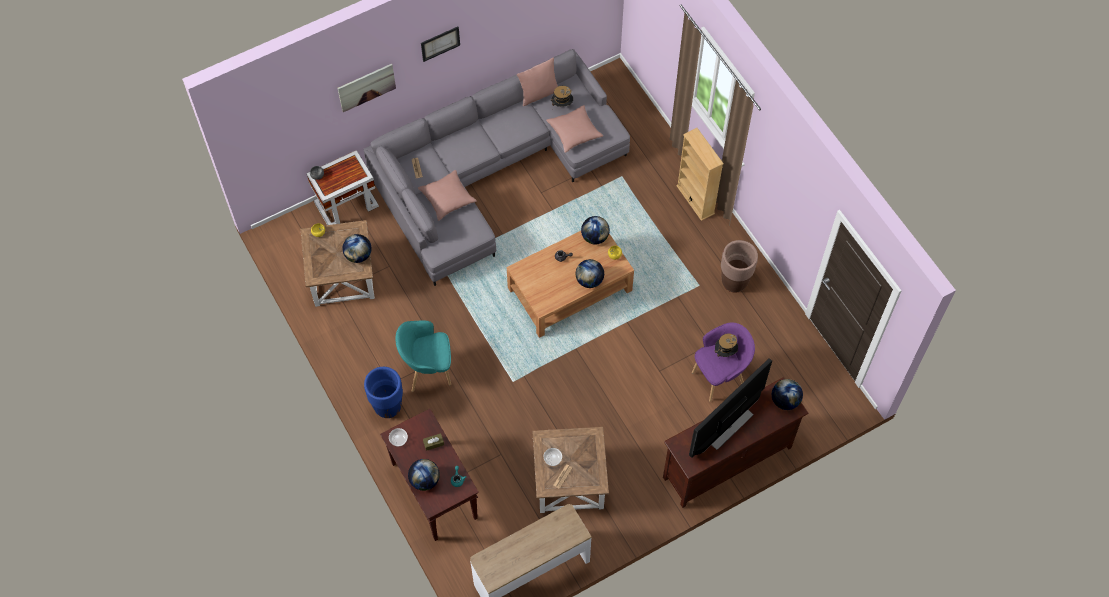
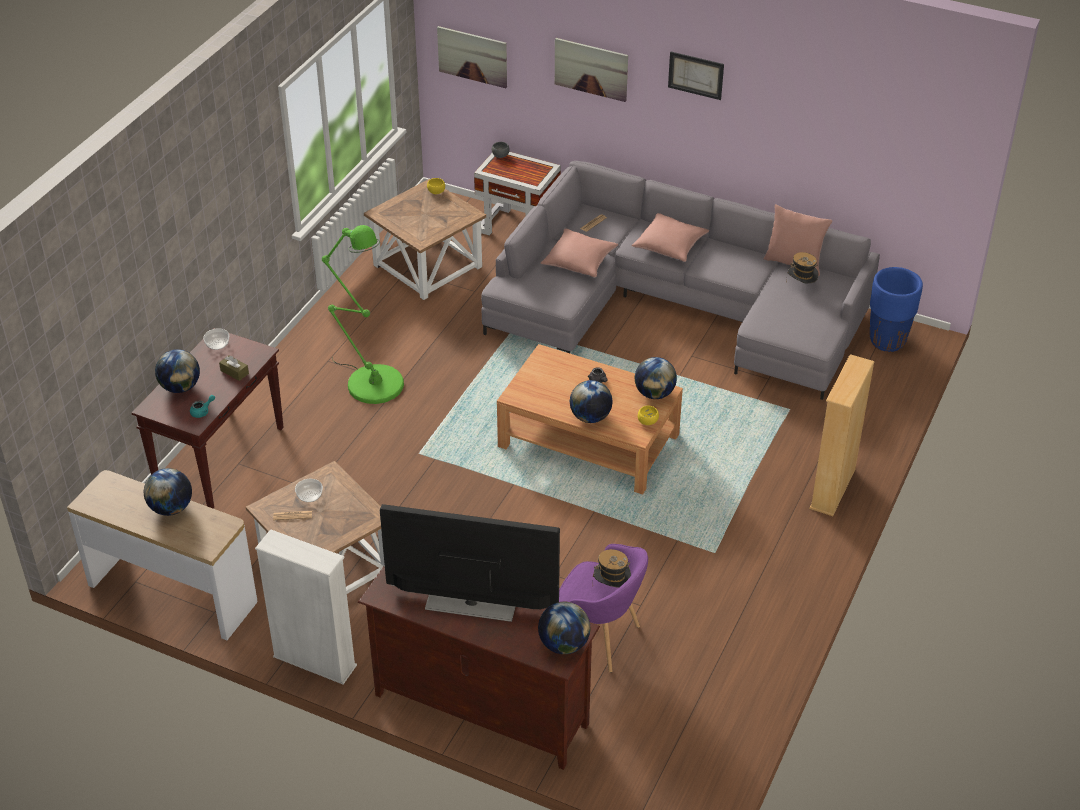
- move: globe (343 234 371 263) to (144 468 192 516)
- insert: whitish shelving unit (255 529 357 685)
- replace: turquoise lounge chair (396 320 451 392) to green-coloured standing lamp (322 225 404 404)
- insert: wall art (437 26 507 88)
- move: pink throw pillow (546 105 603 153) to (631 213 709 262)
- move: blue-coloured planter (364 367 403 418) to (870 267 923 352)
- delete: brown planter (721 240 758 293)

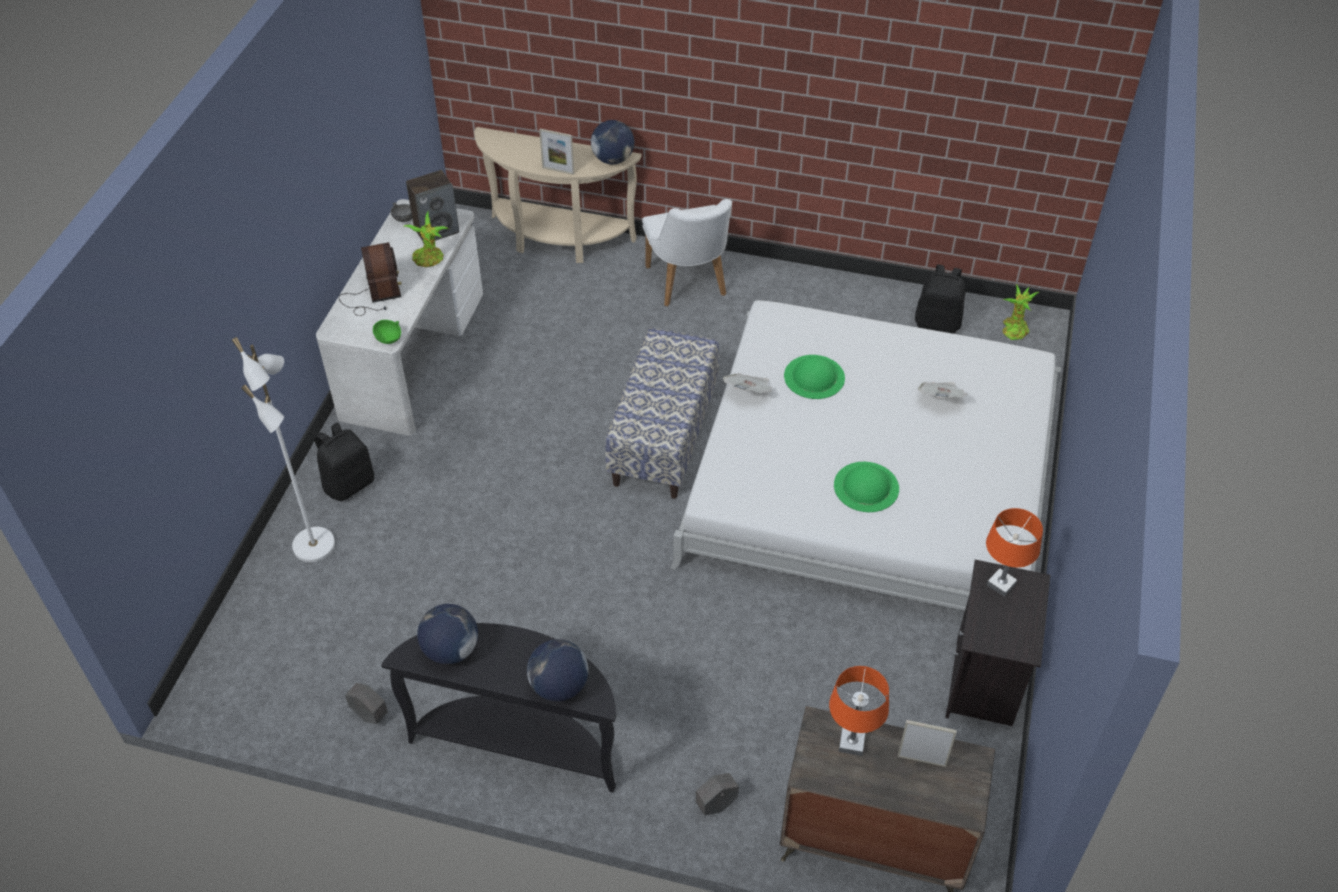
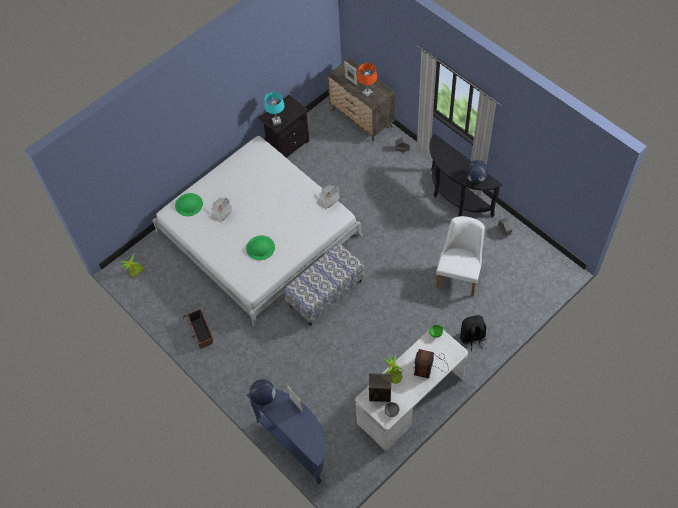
- move: green-coloured clothing hat (834 462 899 512) to (175 193 203 216)
- insert: planter (183 309 213 349)
- recolor: beige console table (474 127 641 263) to blue-coloured console table (247 389 326 485)
- recolor: orangey lamp for a table (986 508 1043 597) to turquoise lamp for a table (265 92 284 126)
- move: printed paper (723 373 772 393) to (316 185 339 209)
- move: whitish plain chair (642 199 732 307) to (436 216 485 296)
- delete: whitish standing lamp (232 337 335 562)
- delete: globe (527 639 588 701)
- delete: blackish backpack (915 264 966 334)

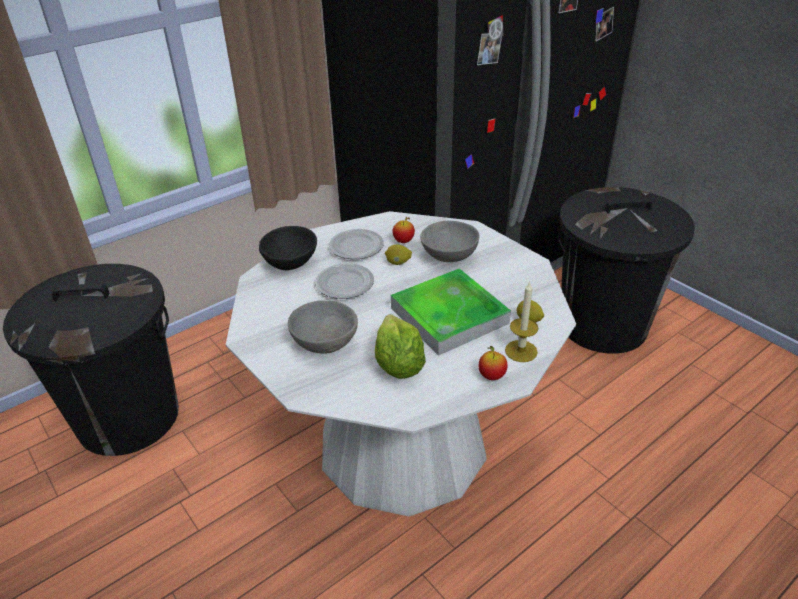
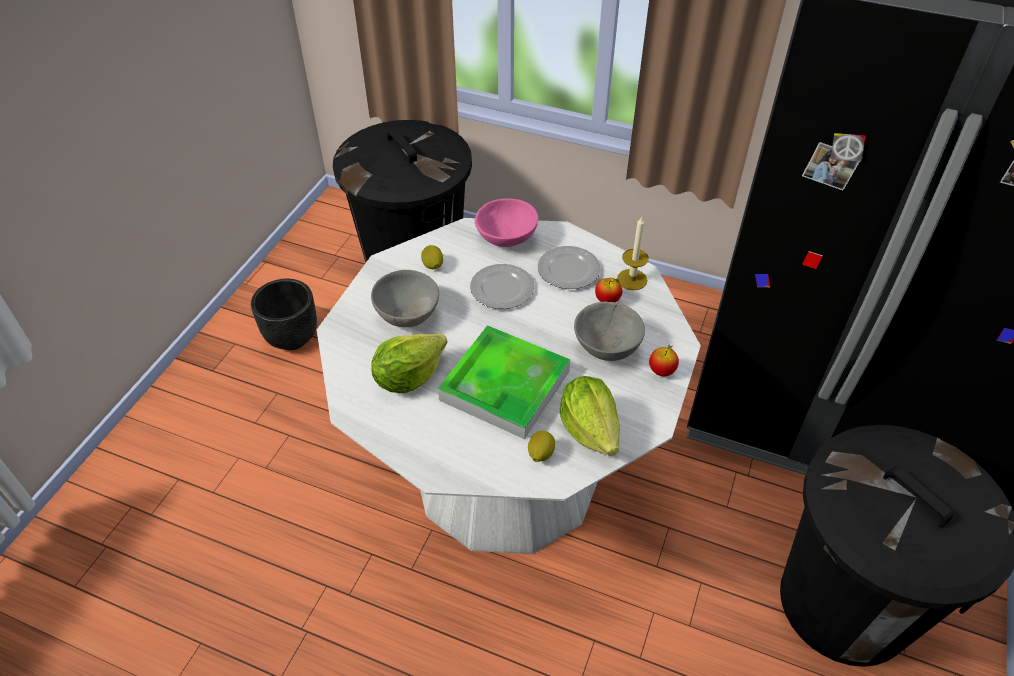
- insert: blackish planter (251 279 317 350)
- move: whole lemon (385 245 412 265) to (421 245 443 269)
- recolor: blackish bowl (259 226 317 270) to pink bowl (475 199 539 247)
- insert: lettuce head (559 376 620 456)
- move: wax candle (505 281 539 362) to (617 217 649 290)
- move: apple (479 346 508 380) to (649 345 679 376)

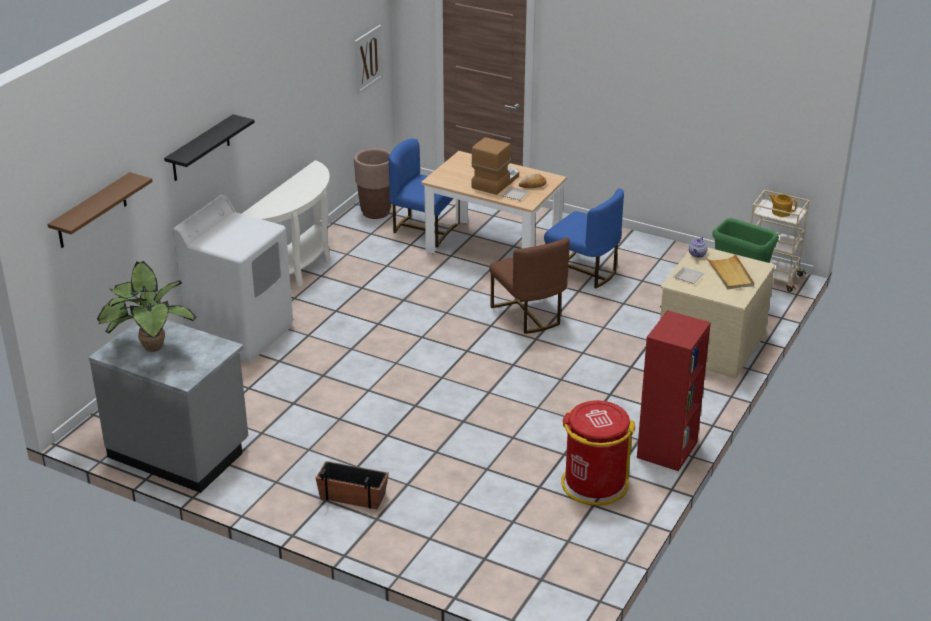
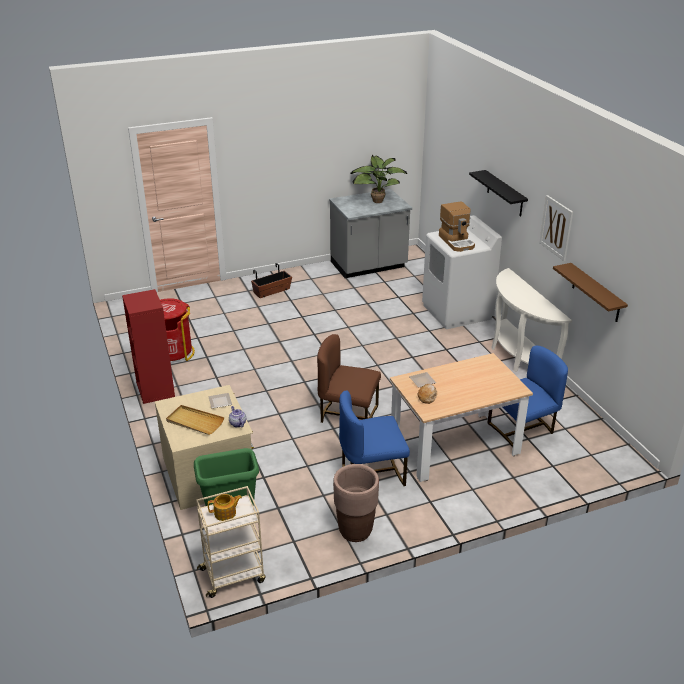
- move: brown planter (354 148 391 219) to (333 464 379 542)
- move: coffee machine (471 137 519 195) to (439 201 475 252)
- move: wall art (354 25 383 95) to (539 195 573 261)
- move: brown wall shelf (47 172 153 248) to (553 263 628 322)

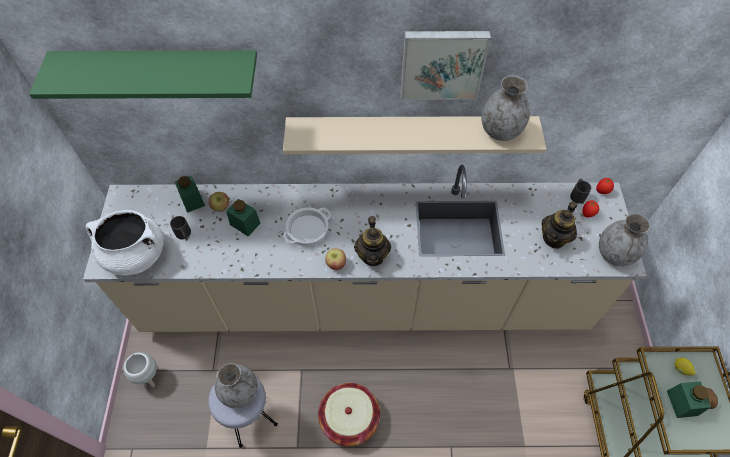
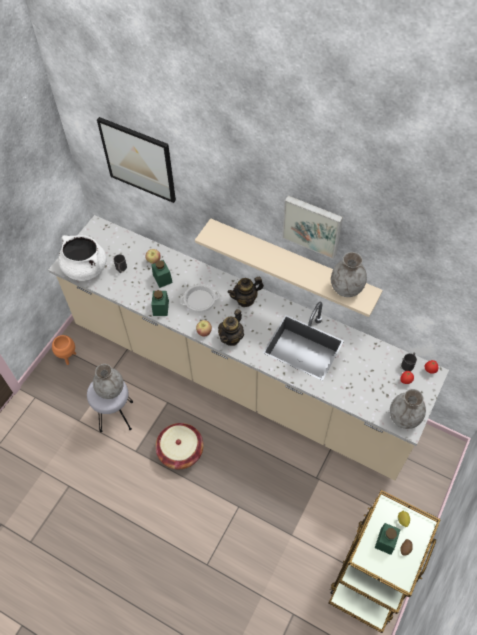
- recolor: whitish planter (123 352 157 387) to orangey planter (52 335 76 365)
- replace: green-coloured wall shelf (29 51 257 99) to wall art (97 117 176 203)
- move: green-coloured storage jar (175 176 205 213) to (151 290 169 316)
- move: tea pot (542 201 577 249) to (227 277 264 307)

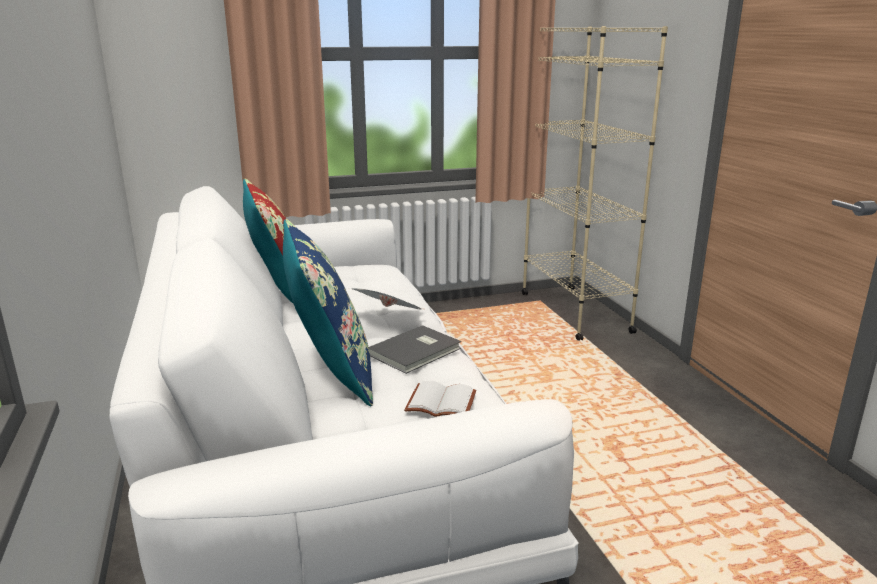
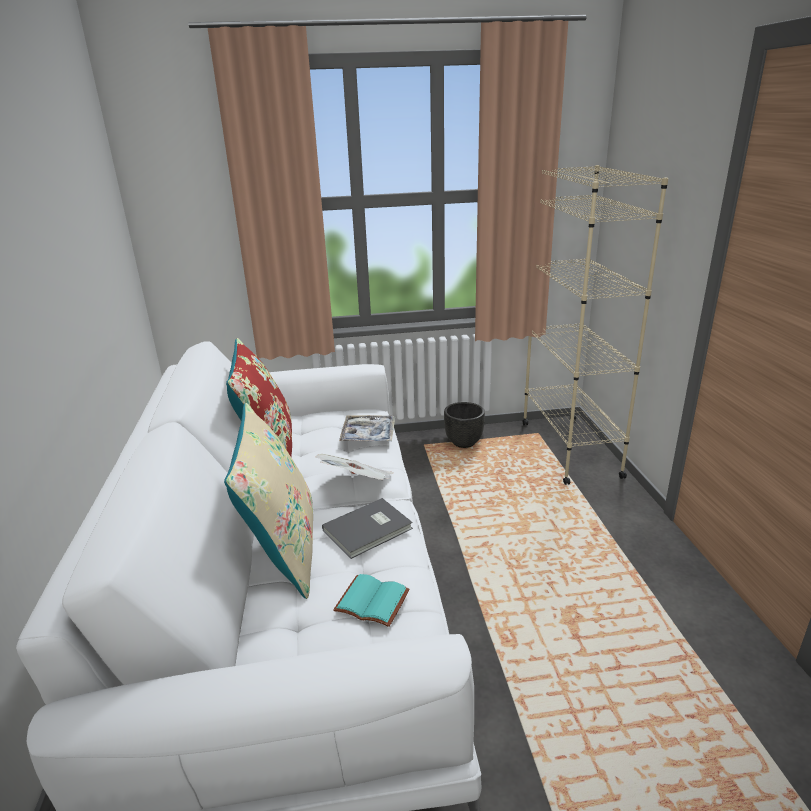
- recolor: blue-coloured throw pillow (283 219 373 406) to beige throw pillow (224 403 313 599)
- recolor: whitish volume (404 381 476 417) to turquoise volume (333 574 410 627)
- insert: tray (339 415 395 441)
- insert: blackish planter (444 402 485 448)

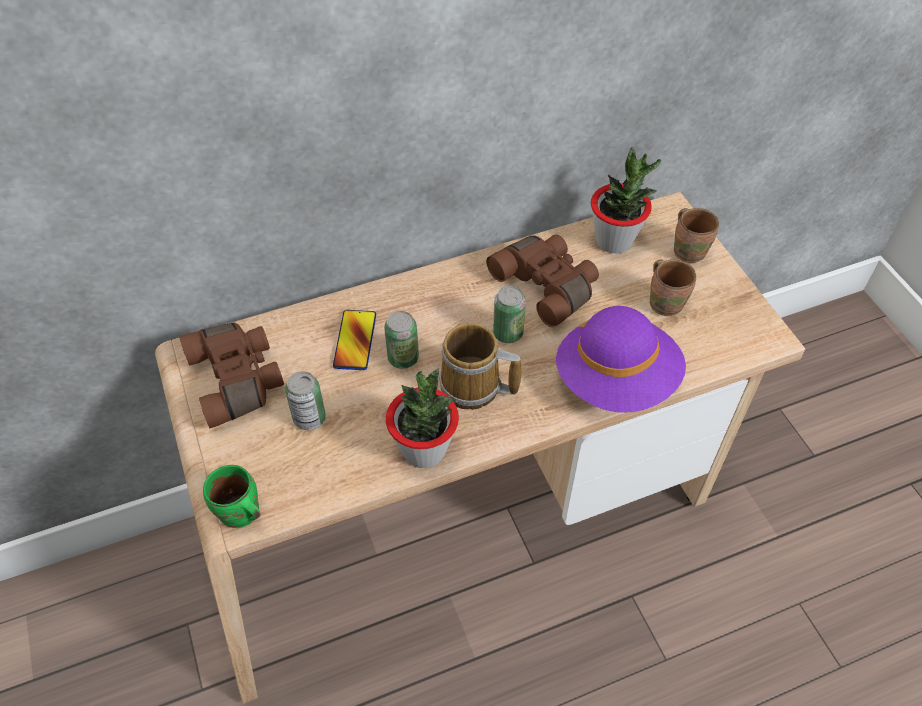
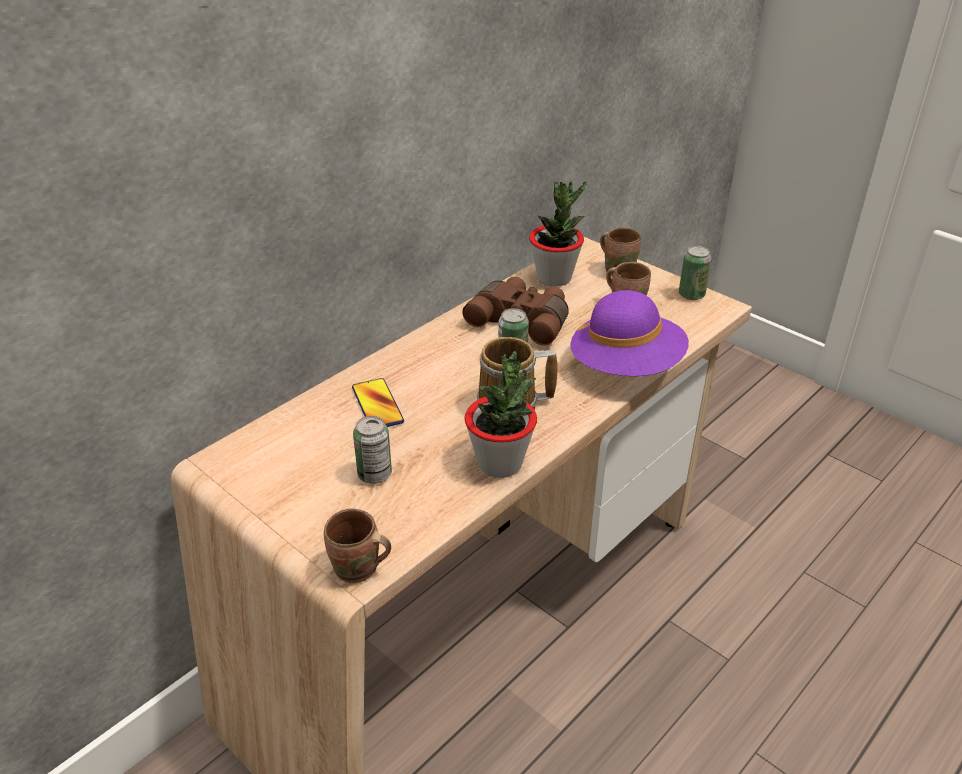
- recolor: green-coloured mug (203 465 261 528) to brown mug (324 508 391 583)
- move: sealed can (384 311 419 369) to (679 245 712 300)
- delete: brown binoculars (179 323 284 428)

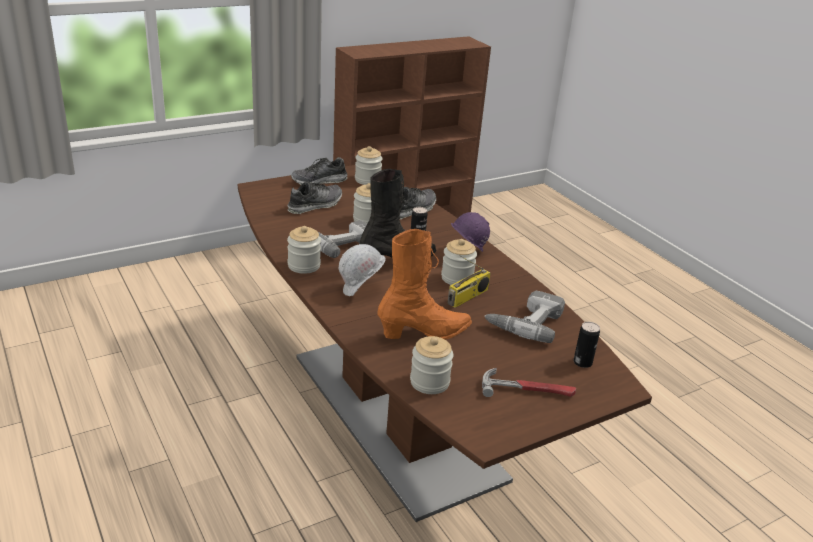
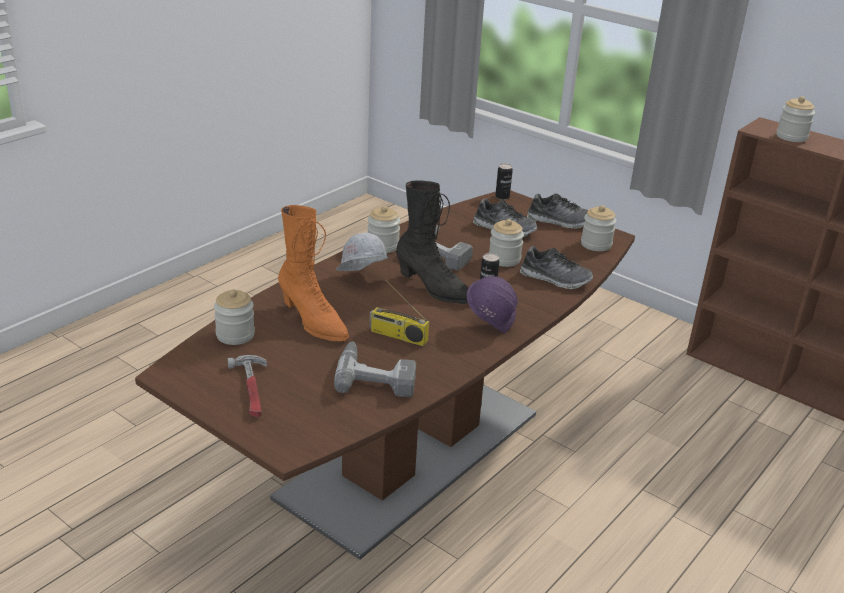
- move: sealed can (573 322 600 368) to (495 164 513 200)
- rotate: item of footwear (291 157 347 185) = (527 193 588 229) 150 degrees clockwise
- move: storage jar (441 239 477 285) to (777 96 815 142)

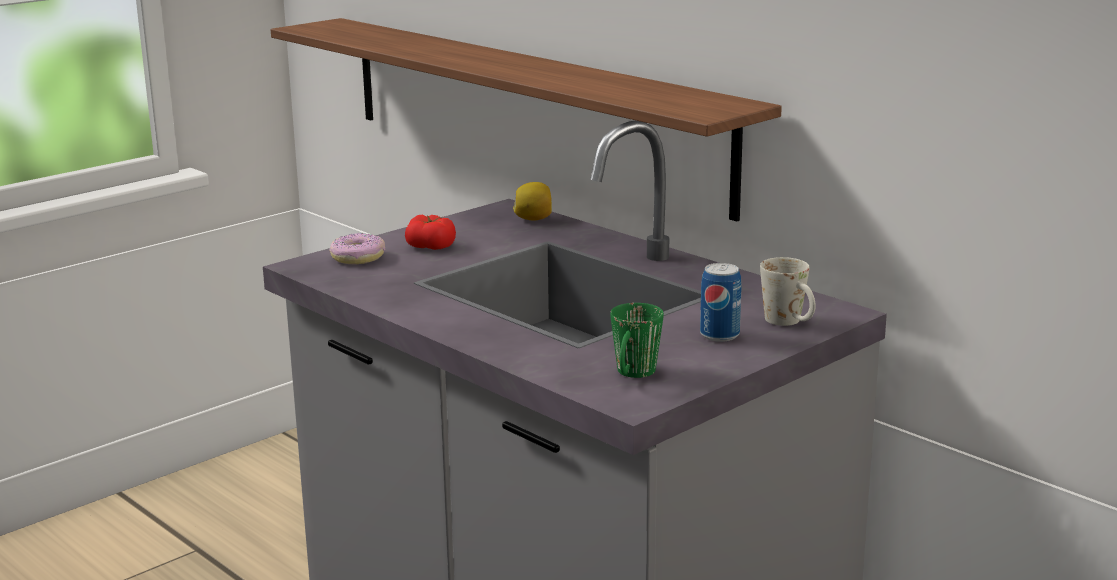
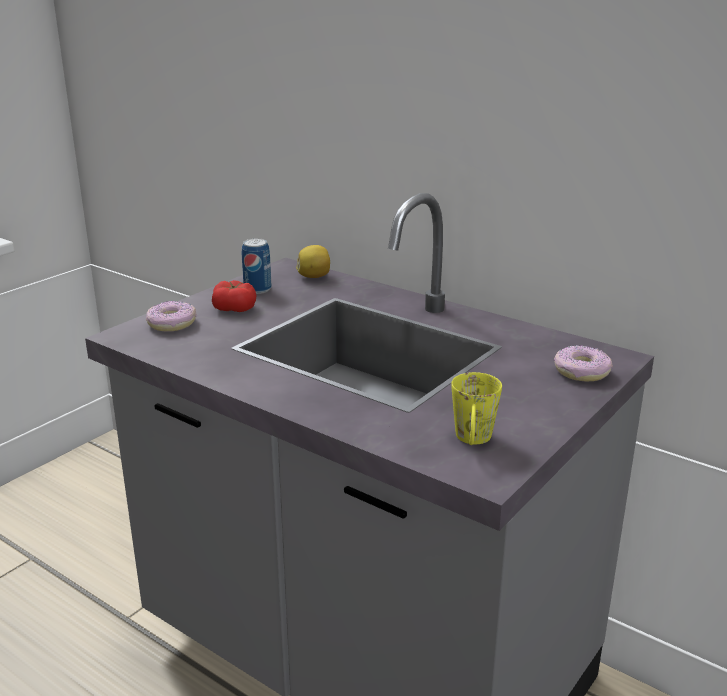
- move: sealed can (700 263 742 342) to (242 238 272 294)
- recolor: green-coloured mug (610 303 664 378) to yellow-coloured mug (451 372 502 445)
- replace: whitish mug (760 257 816 326) to doughnut (554 345 613 382)
- delete: wall shelf (271 18 782 222)

